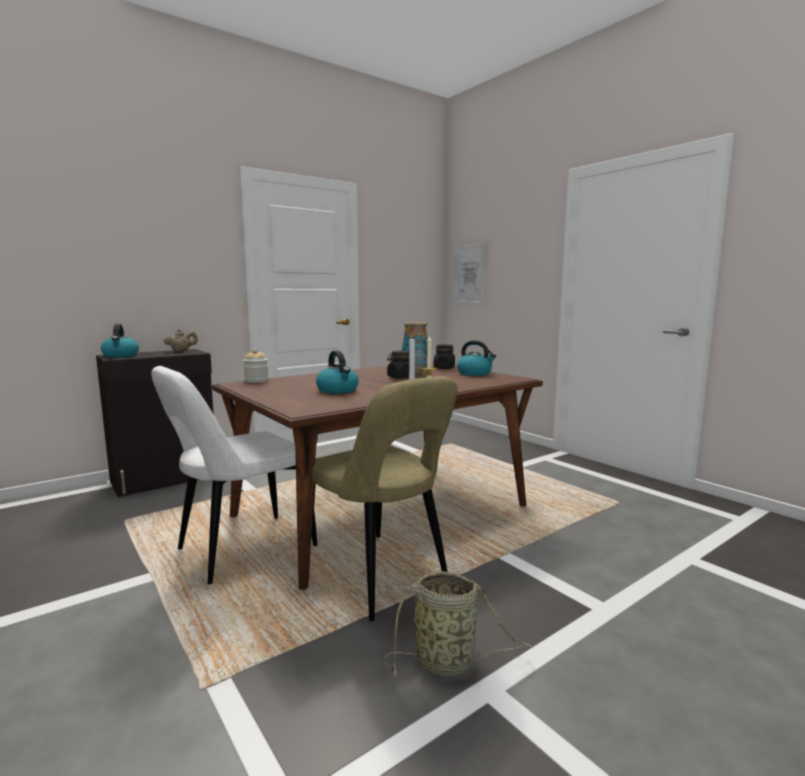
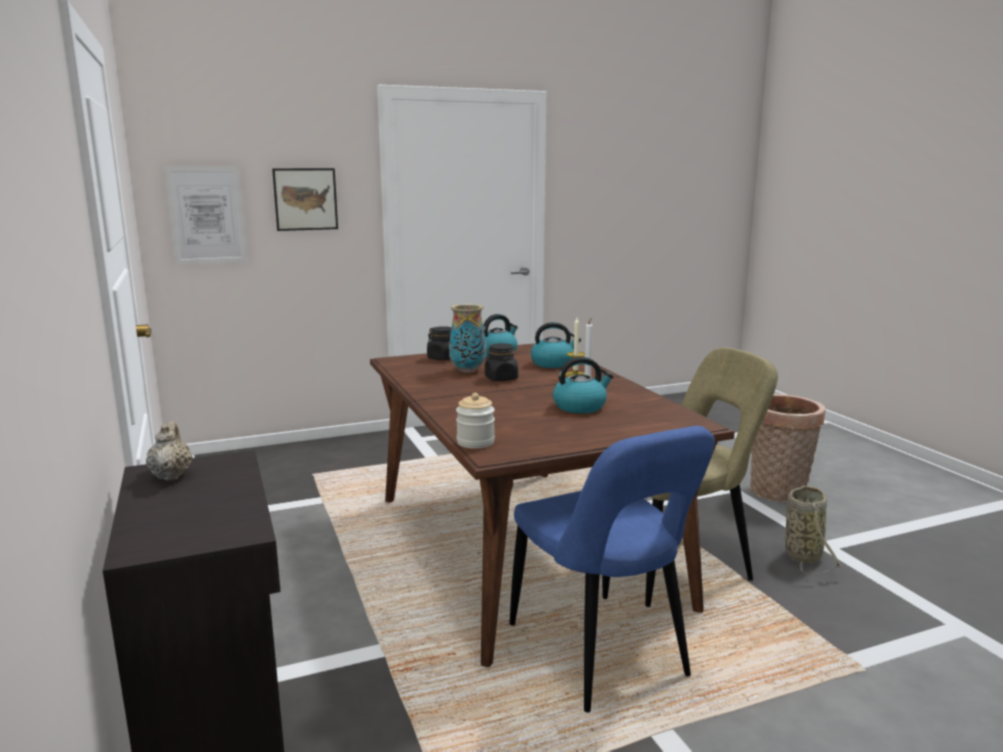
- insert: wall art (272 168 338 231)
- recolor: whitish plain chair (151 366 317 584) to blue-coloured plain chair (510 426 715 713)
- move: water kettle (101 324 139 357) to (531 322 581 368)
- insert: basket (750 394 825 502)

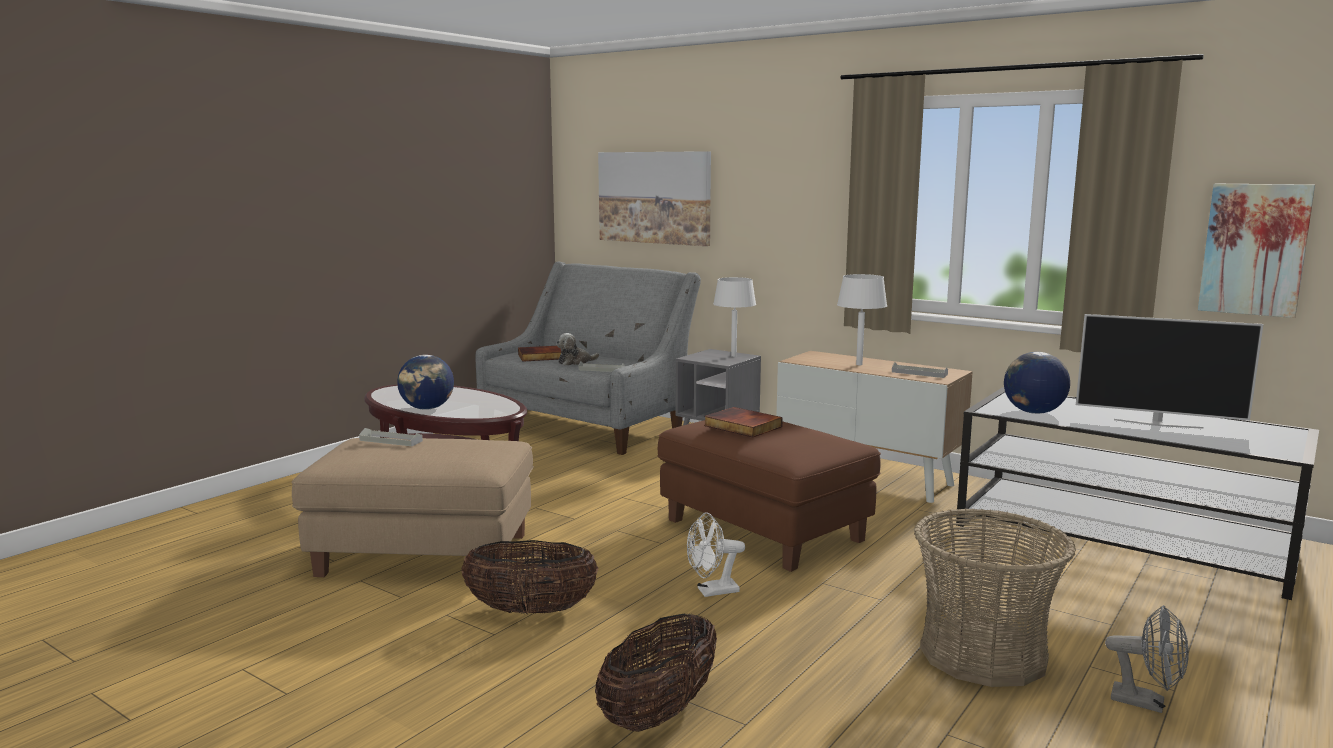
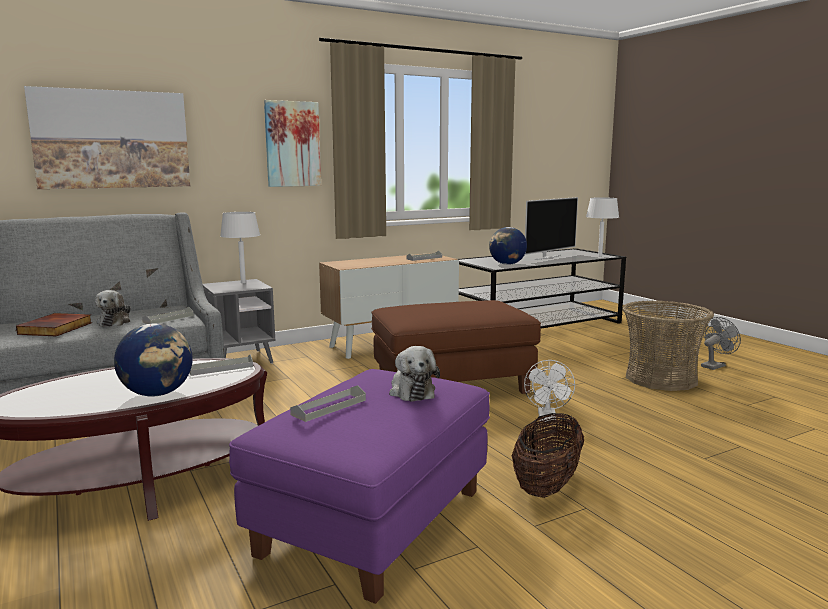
- insert: greyish tray (190 354 253 376)
- recolor: beige pouffe (292 438 534 577) to purple pouffe (229 369 490 604)
- move: wall art (1198 184 1315 318) to (264 100 321 187)
- insert: plush toy (389 346 440 402)
- move: whitish lamp for a table (837 274 887 366) to (586 197 619 257)
- delete: basket (595 614 717 732)
- delete: volume (704 407 783 437)

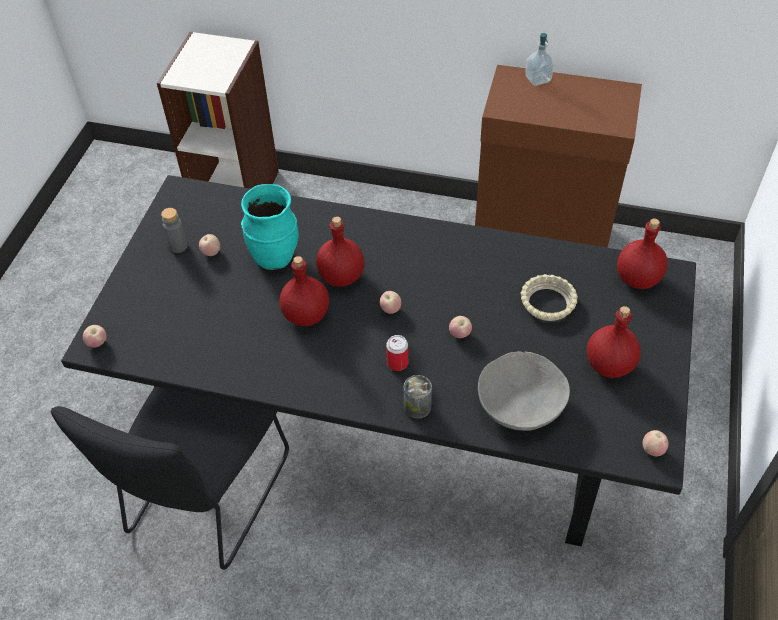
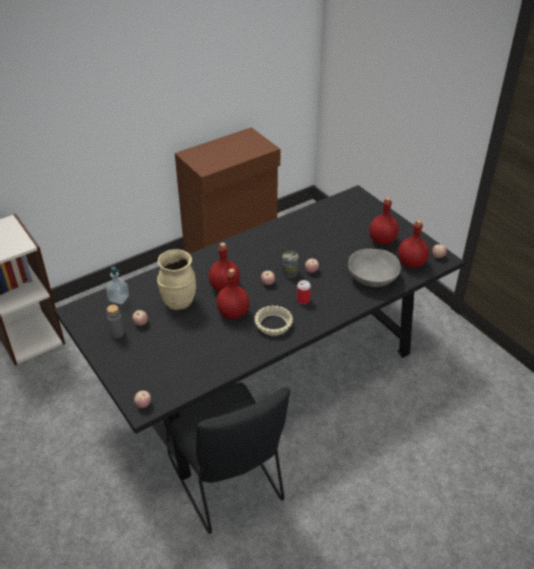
- move: soap dispenser (525 33 554 86) to (106 266 129 304)
- recolor: turquoise decorative vase (241 184 299 270) to beige decorative vase (157 249 196 310)
- move: beige bowl (521 274 578 321) to (254 305 293 336)
- move: sealed can (404 375 432 419) to (282 251 299 278)
- move: red-coloured beverage bottle (617 218 668 289) to (398 220 429 268)

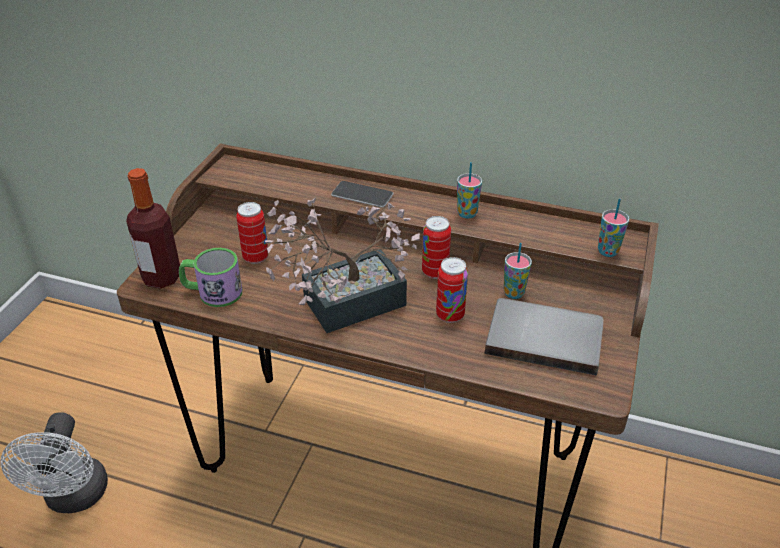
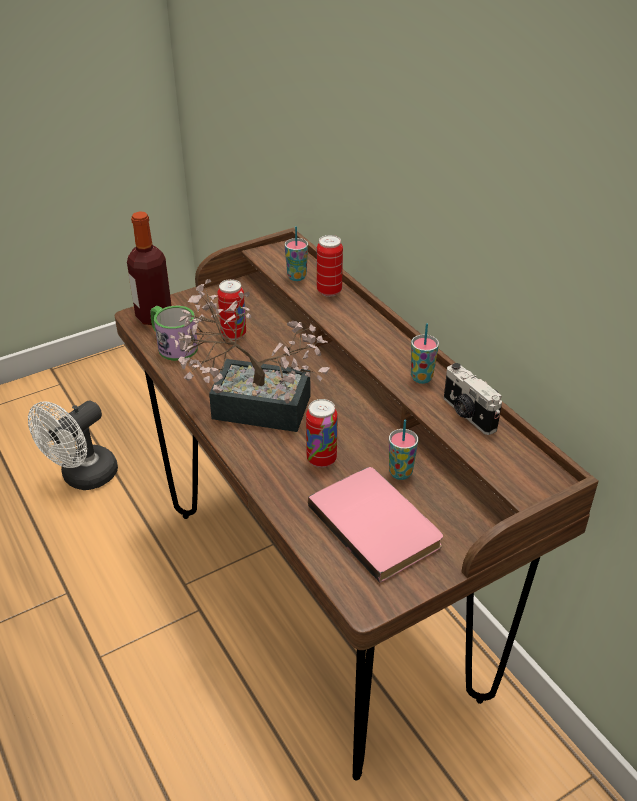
- move: cup (598 198 629 257) to (285 226 308 281)
- recolor: greyish volume (484 298 604 376) to pink volume (308 467 443 583)
- move: sealed can (422 216 451 279) to (317 235 343 297)
- insert: still camera (444 363 502 435)
- delete: telephone (331 181 394 207)

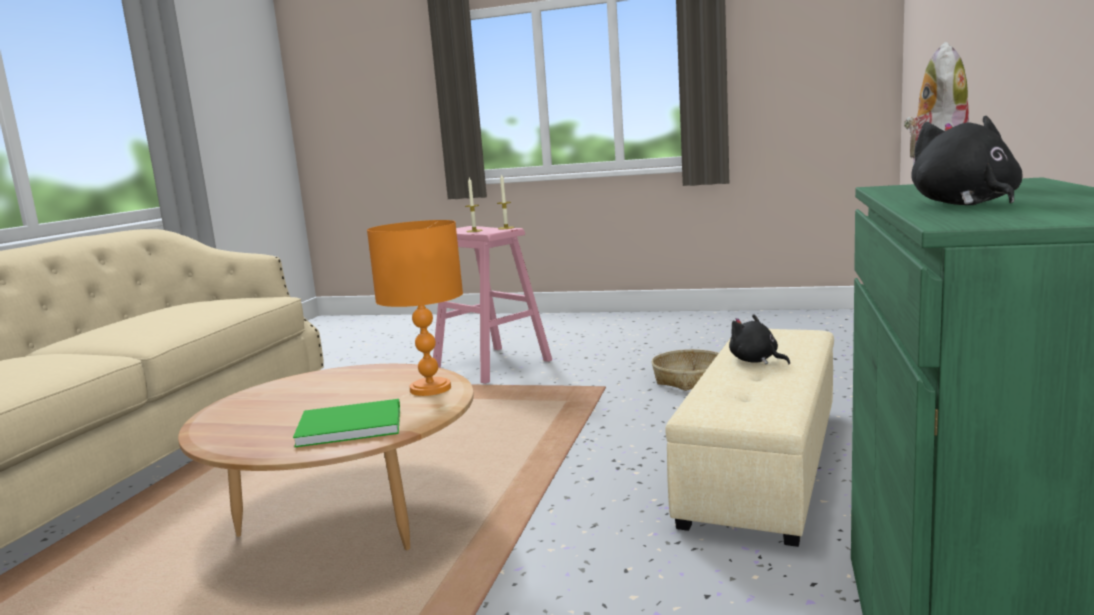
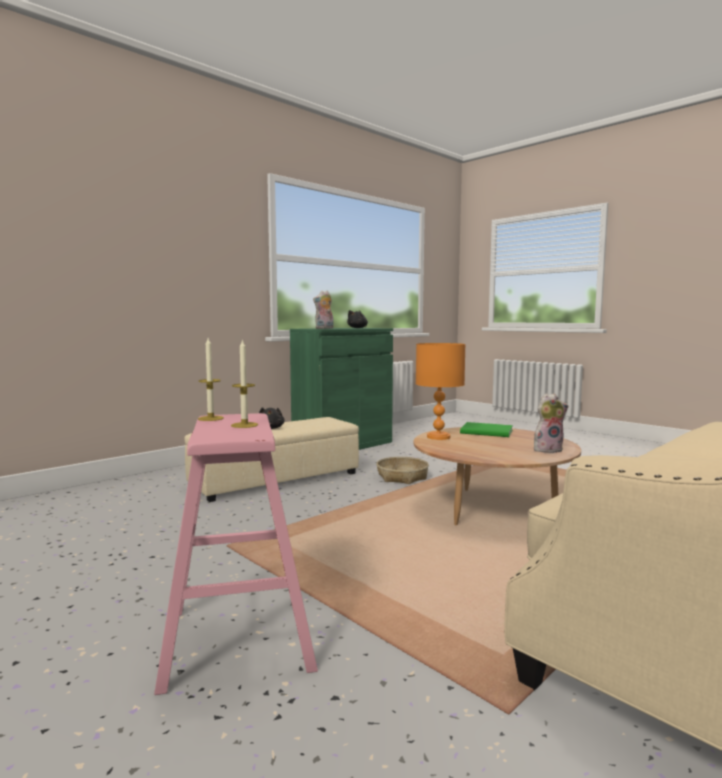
- move: basket (651 349 719 391) to (376 457 429 484)
- insert: plush toy (534 393 568 453)

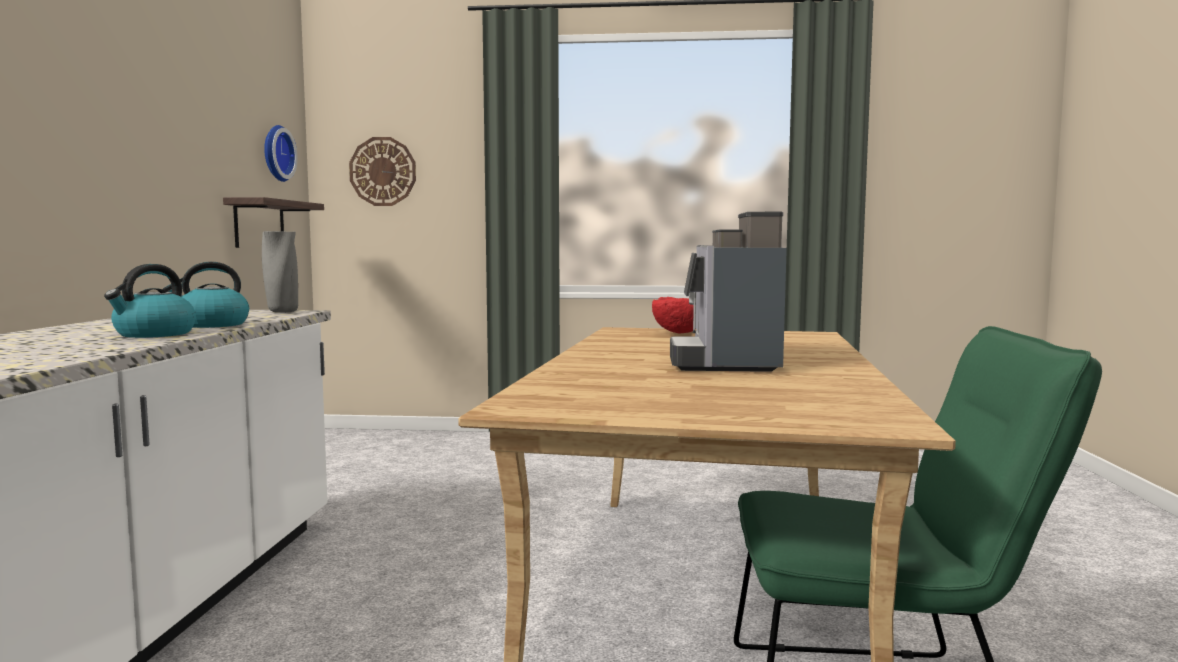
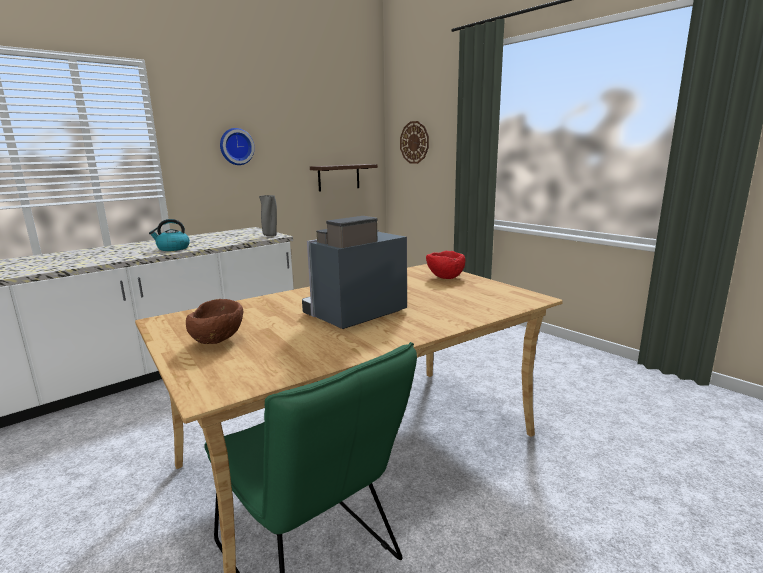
- insert: brown bowl (186 299 243 344)
- move: hanging clock (264 125 298 182) to (220 128 255 165)
- delete: water kettle (163 262 249 328)

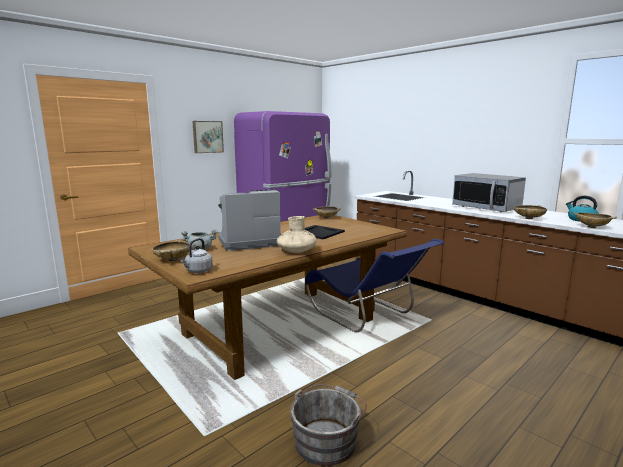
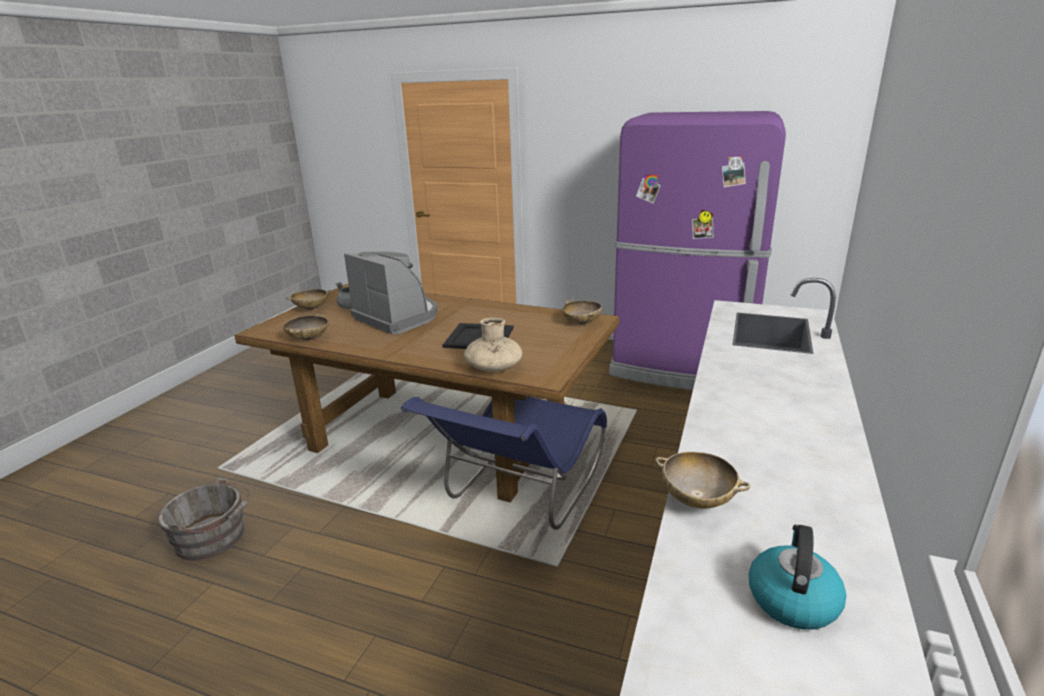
- move: beige bowl (573 212 617 228) to (283 314 329 341)
- move: beige decorative vase (277 216 317 253) to (464 318 522 372)
- delete: greyish water kettle (180 238 213 273)
- delete: wall art (192 121 224 153)
- delete: microwave (452 173 526 212)

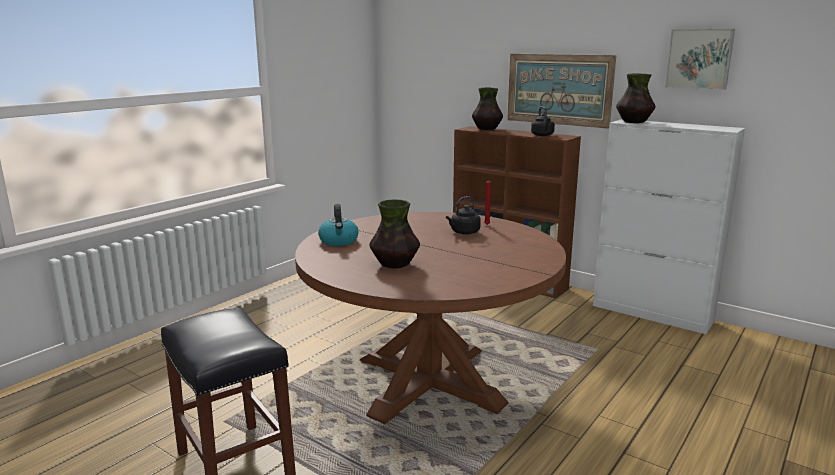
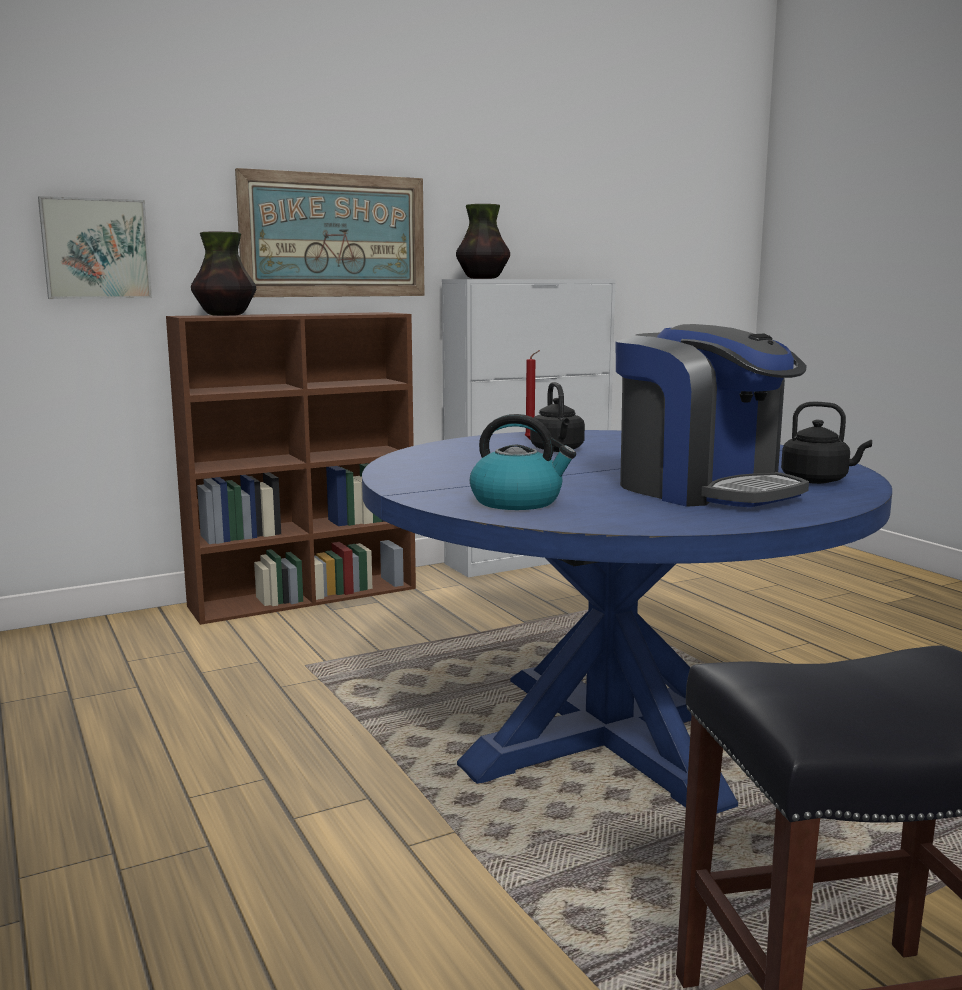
- move: wall art (665 29 735 90) to (38 196 152 299)
- recolor: brown kitchen table (295 212 566 424) to blue-coloured kitchen table (362 430 892 813)
- replace: decorative vase (369 199 420 269) to coffee machine (615 324 809 507)
- move: blackish water kettle (531 106 555 136) to (781 402 872 484)

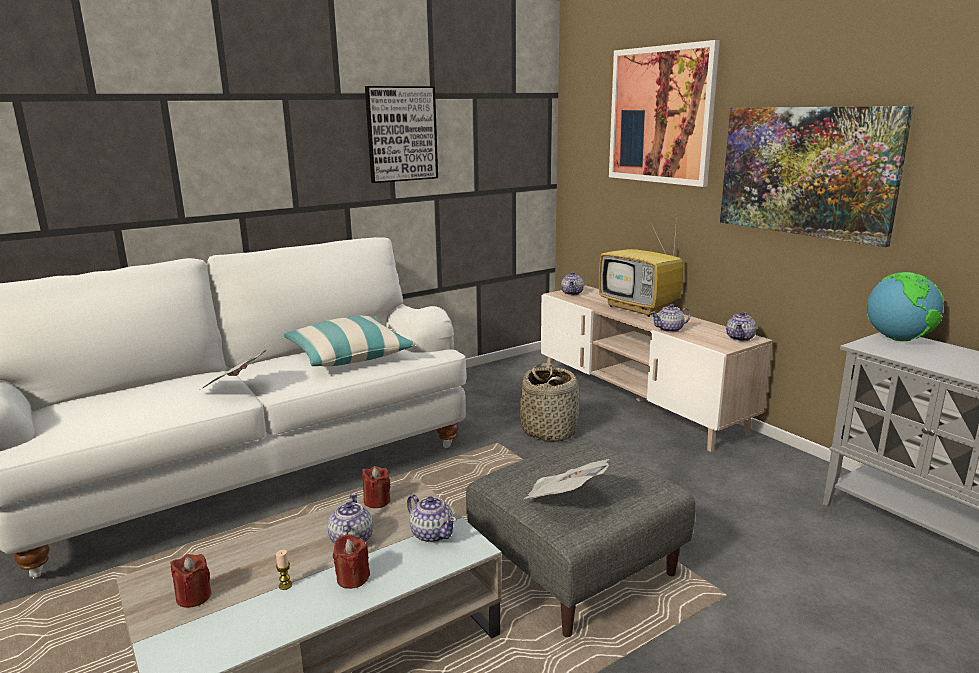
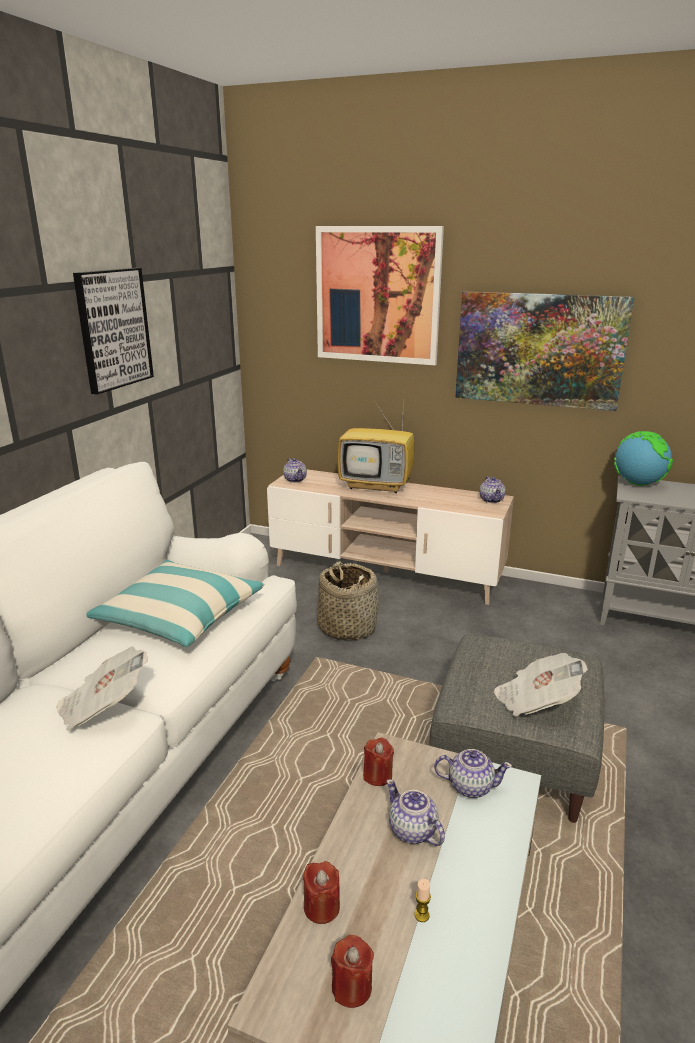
- move: red-coloured wax candle (333 534 370 589) to (303 861 340 924)
- delete: tea pot (651 304 691 333)

